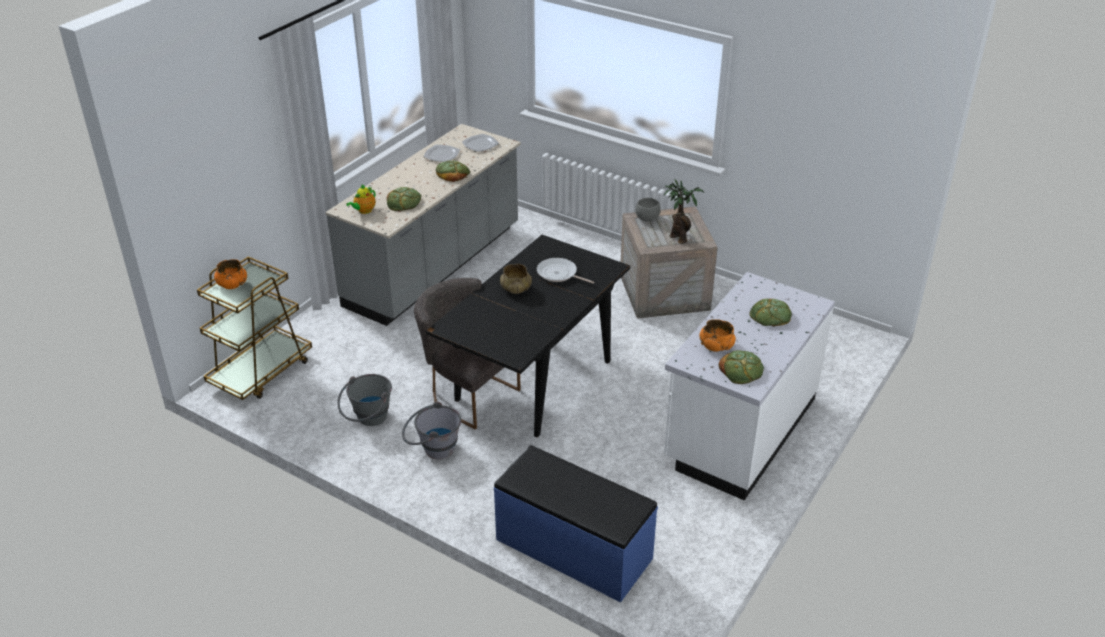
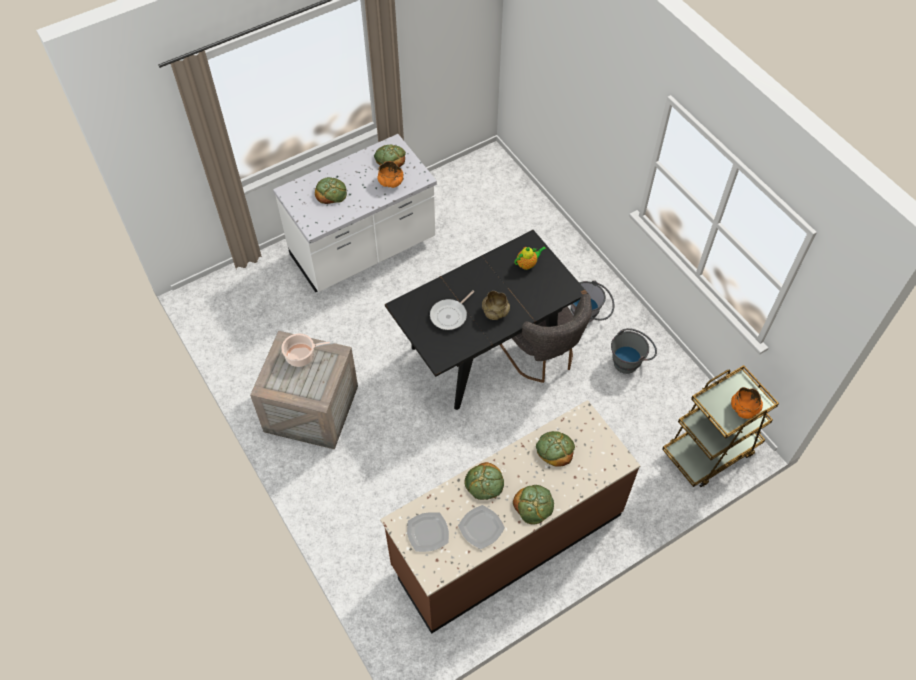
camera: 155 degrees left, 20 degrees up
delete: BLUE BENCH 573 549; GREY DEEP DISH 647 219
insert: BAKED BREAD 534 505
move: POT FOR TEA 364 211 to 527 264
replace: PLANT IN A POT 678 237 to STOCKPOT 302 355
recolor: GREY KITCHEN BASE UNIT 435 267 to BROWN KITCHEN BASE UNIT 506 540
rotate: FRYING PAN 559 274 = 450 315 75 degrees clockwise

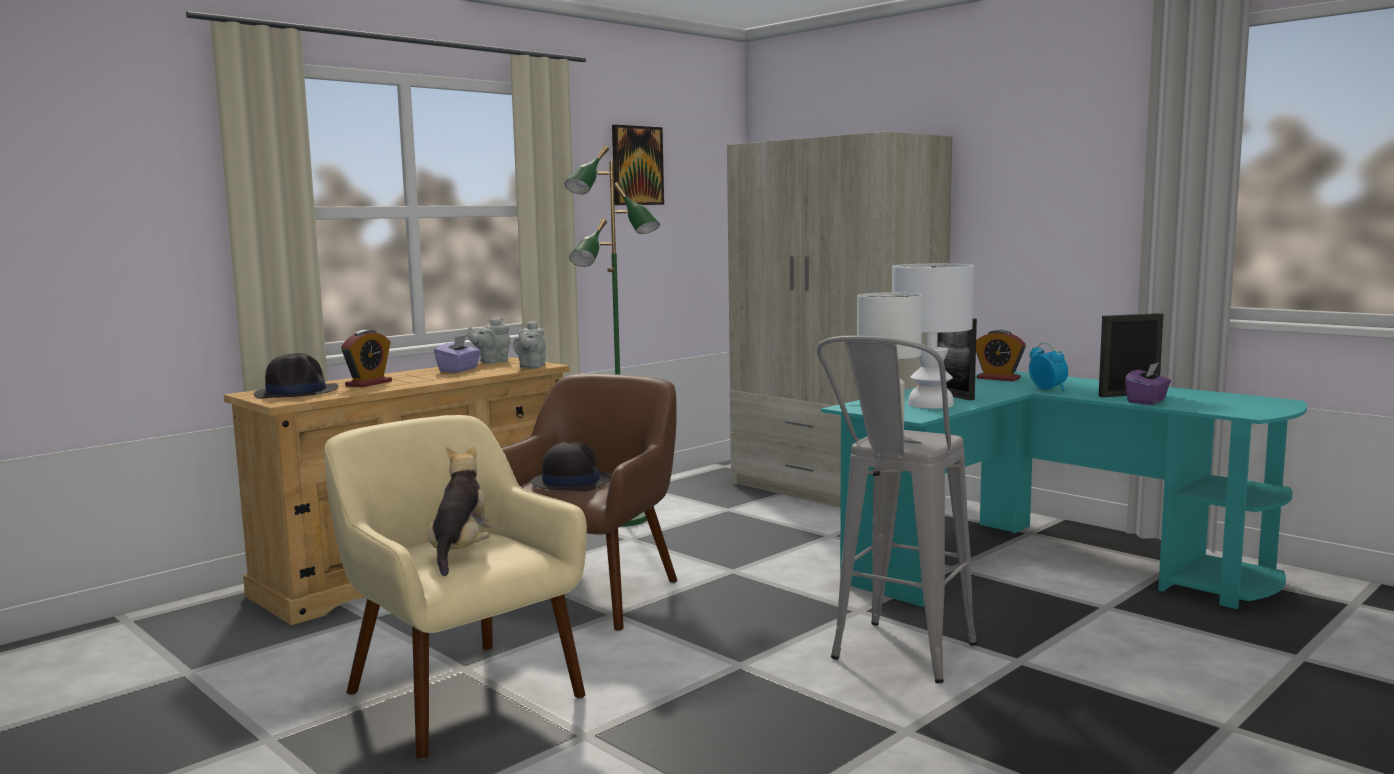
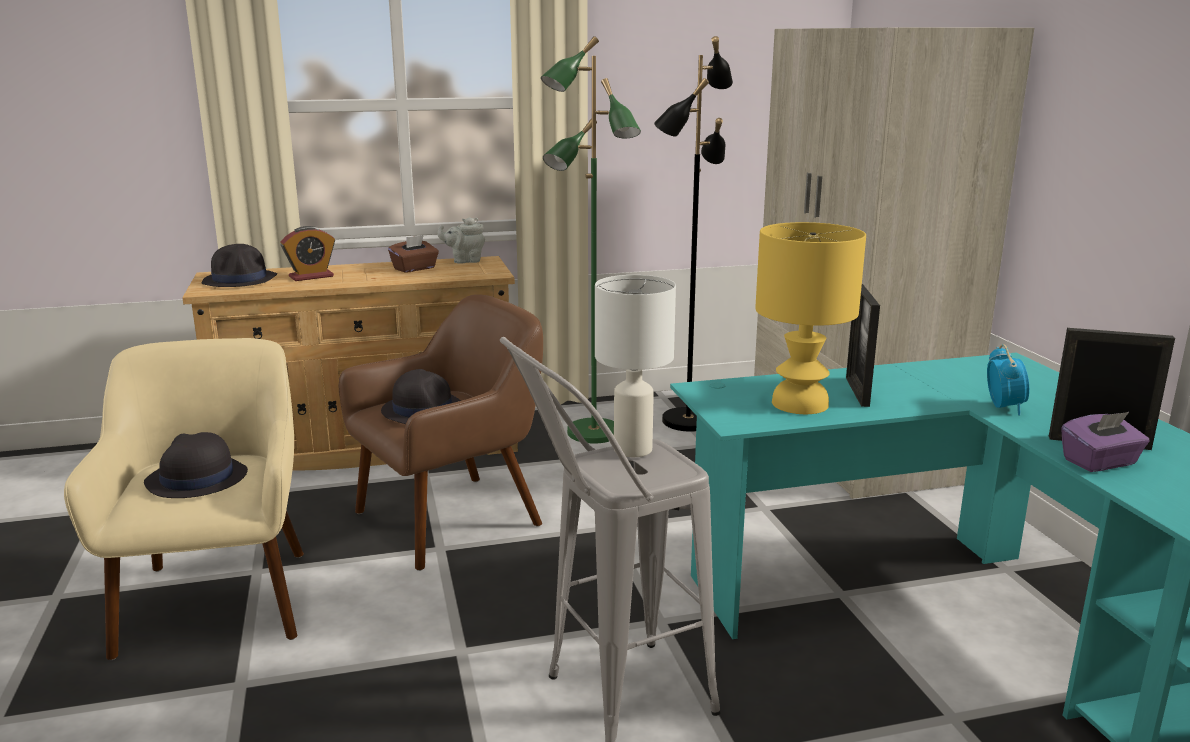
camera: 30 degrees right, 10 degrees up
delete: GREY POT FOR TEA 531 367; WALL PICTURE 637 165; TABLE CLOCK 998 378
insert: BLACK STANDING LAMP 687 420
replace: CUDDLY TOY 461 552 to BLACK CLOTHING HAT 196 479
recolor: PURPLE-COLOURED TISSUE BOX 459 370 to BROWN TISSUE BOX 415 268; WHITE-COLOURED TABLE LAMP 929 404 to YELLOW-COLOURED TABLE LAMP 798 403

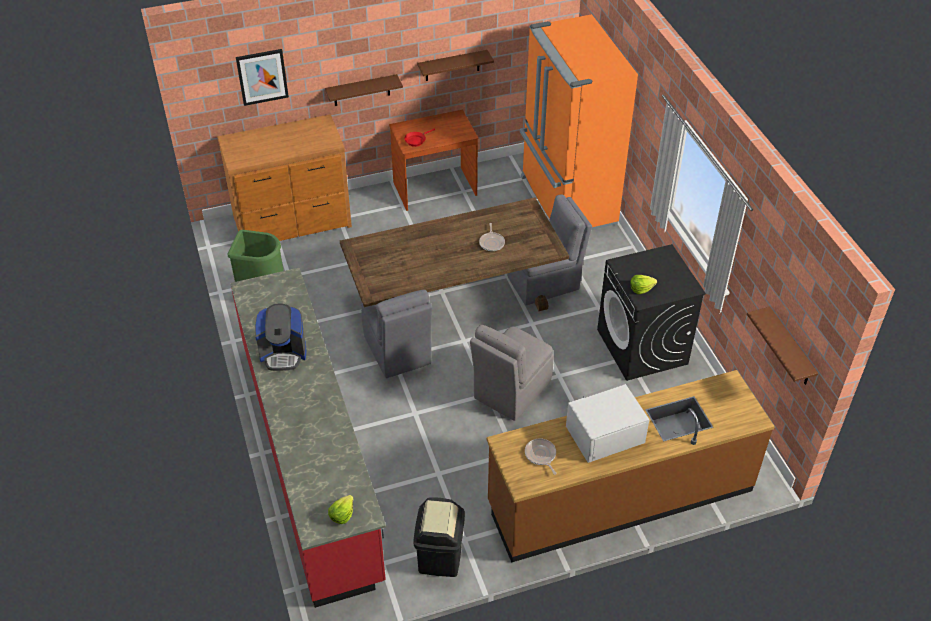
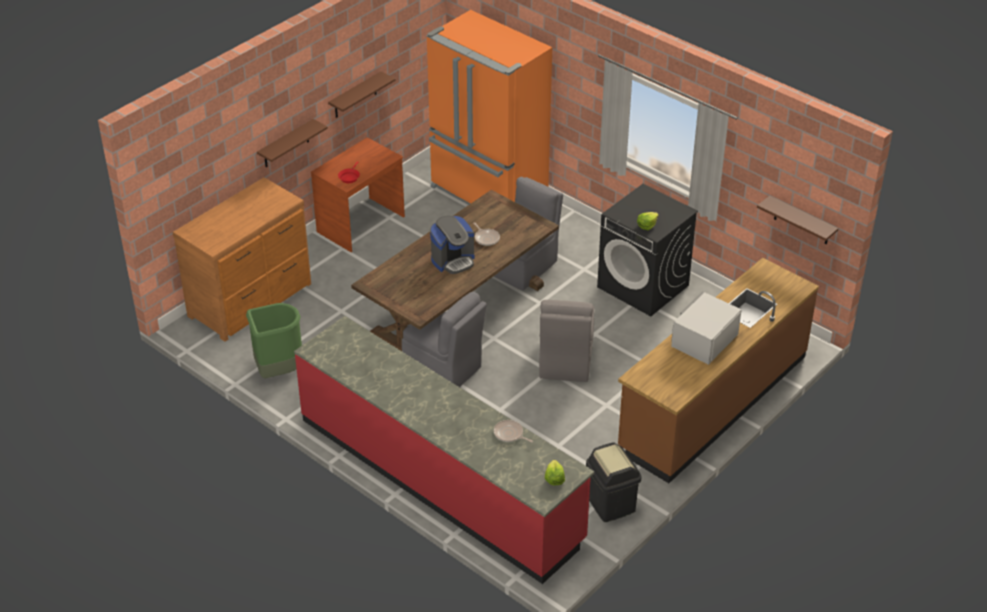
camera: 30 degrees left, 5 degrees down
delete: WALL PICTURE 262 76
move: COFFEE MAKER 283 353 to 453 260; FRYING PAN 541 455 to 509 434

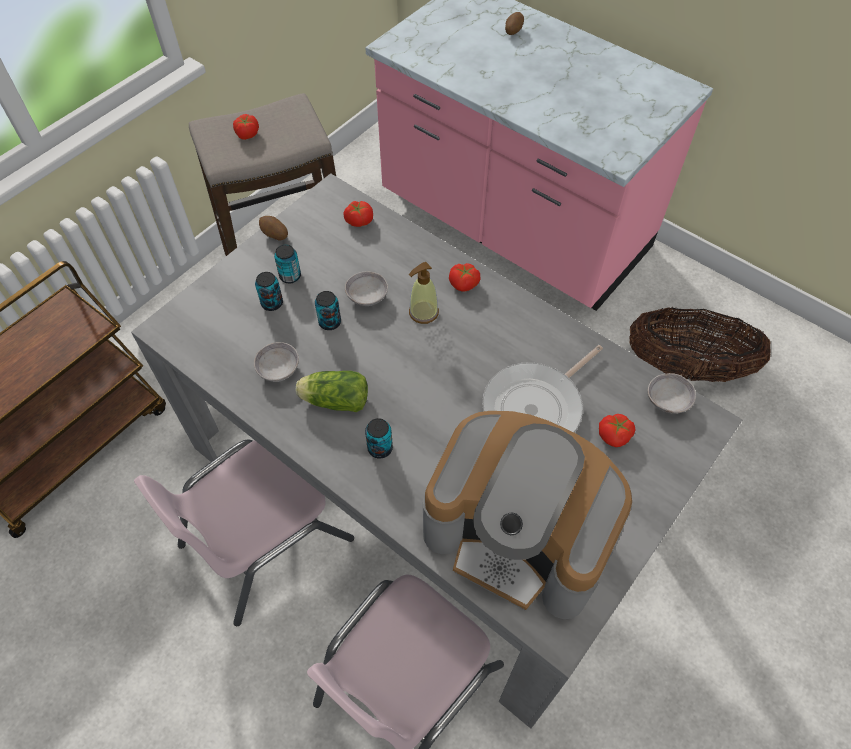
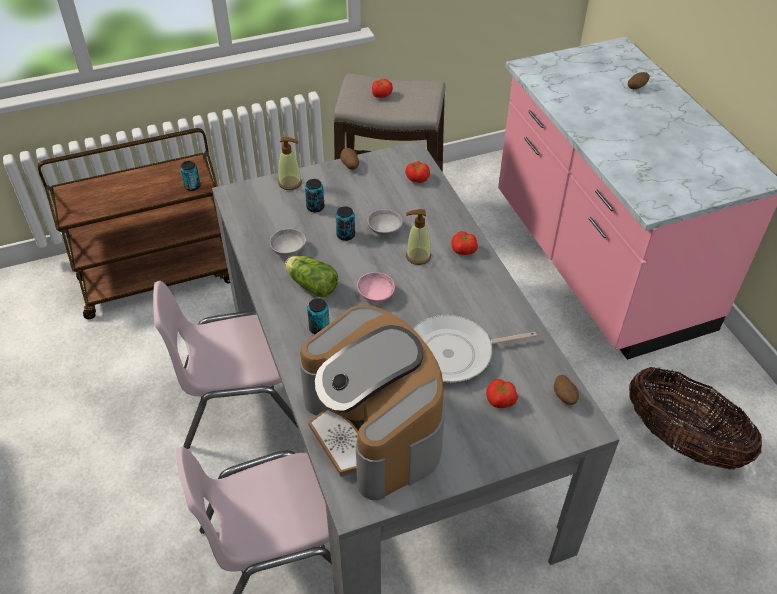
camera: 30 degrees right, 10 degrees down
insert: LIQUID SOAP BOTTLE 290 183; PINKISH DEEP DISH 376 295
move: METAL CAN 290 276 to 192 186
replace: GREY DEEP DISH 667 401 to SPUD 564 397

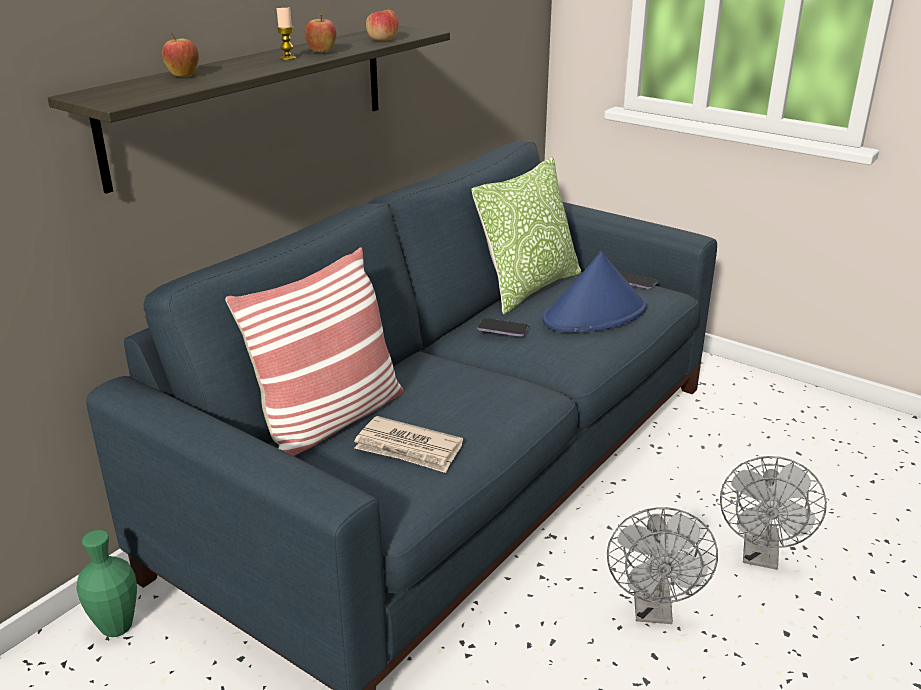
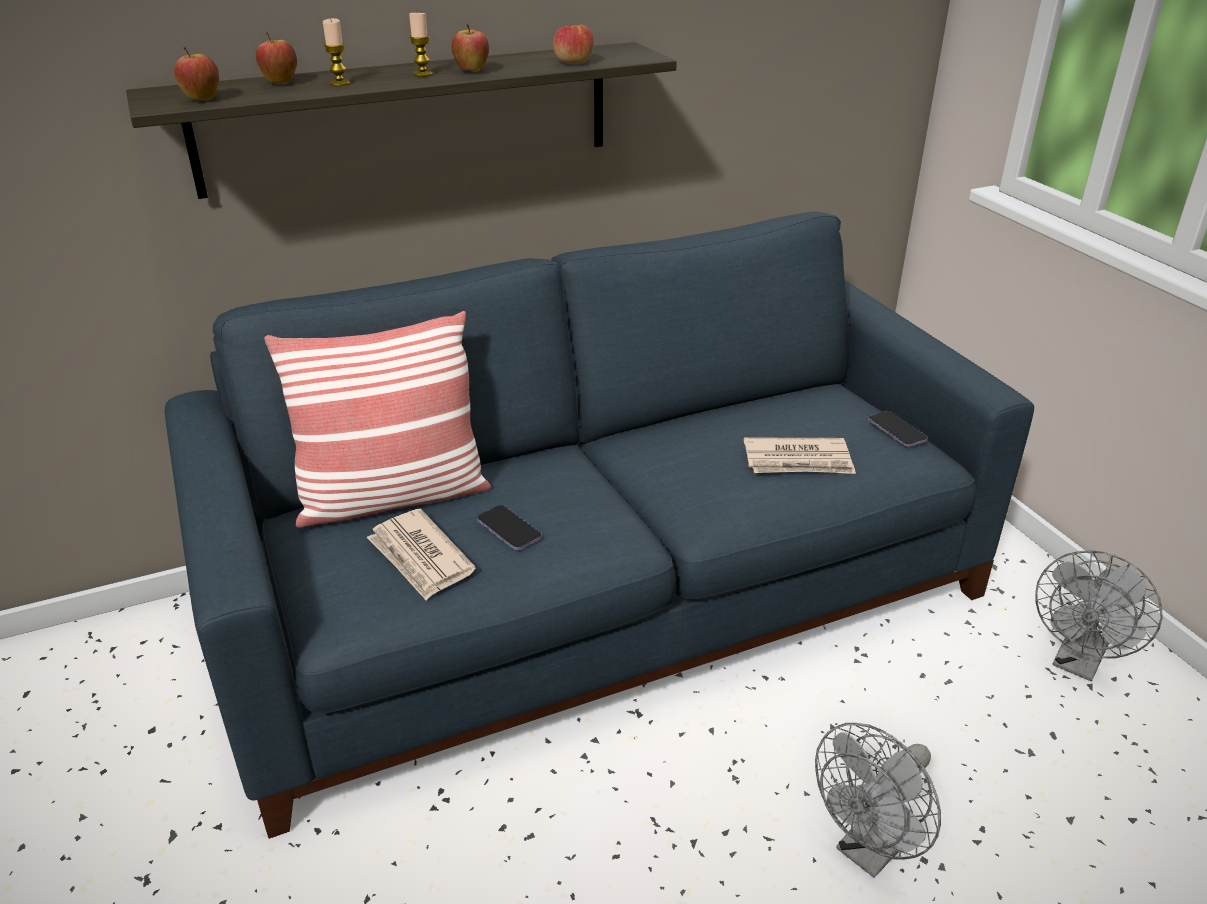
camera: 30 degrees right, 5 degrees up
delete: GREEN VASE 117 627; CUSHION 528 287
insert: WHOLE APPLE 202 99; WAX CANDLE 339 83
move: TELEPHONE 503 329 to 509 530; GREY FAN 653 610 to 1078 663
replace: BLUE CLOTHING HAT 595 314 to NEWSPAPER 798 461

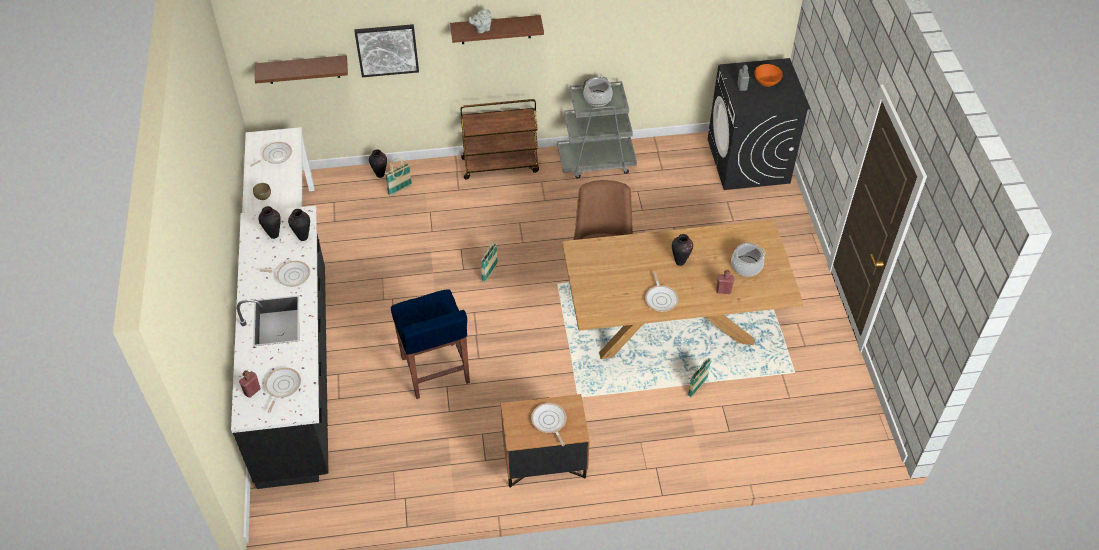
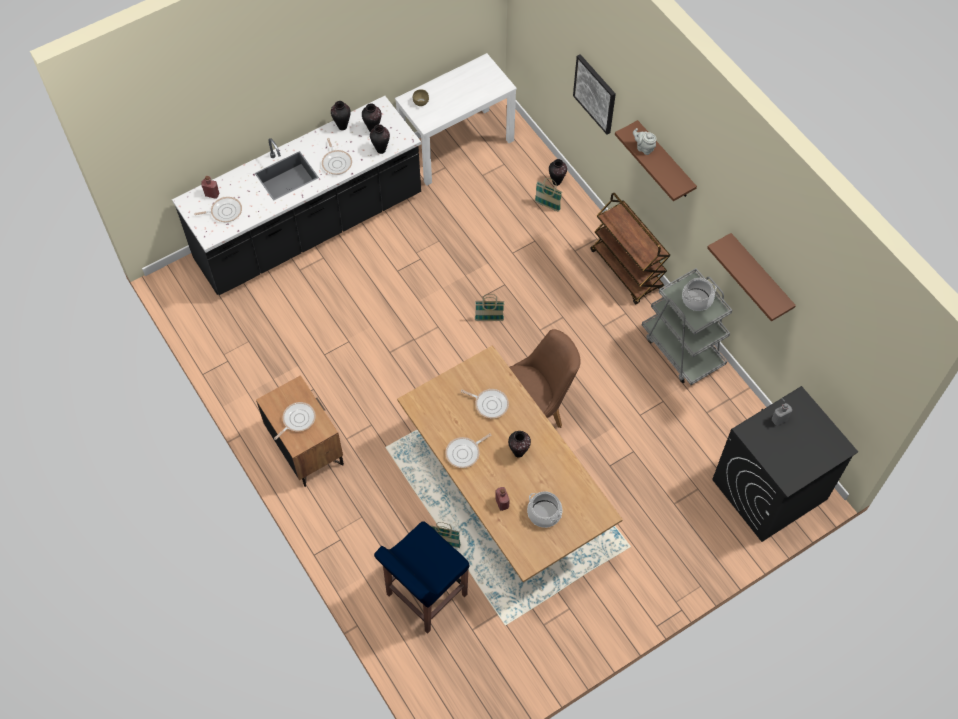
camera: 65 degrees right, 10 degrees up
delete: ORANGEY DEEP DISH 767 81
insert: VASE 342 127
move: BLUE SITTING STOOL 435 371 to 425 595; FRYING PAN 275 155 to 489 404; BROWN BRACKET SHELF 303 69 to 760 276

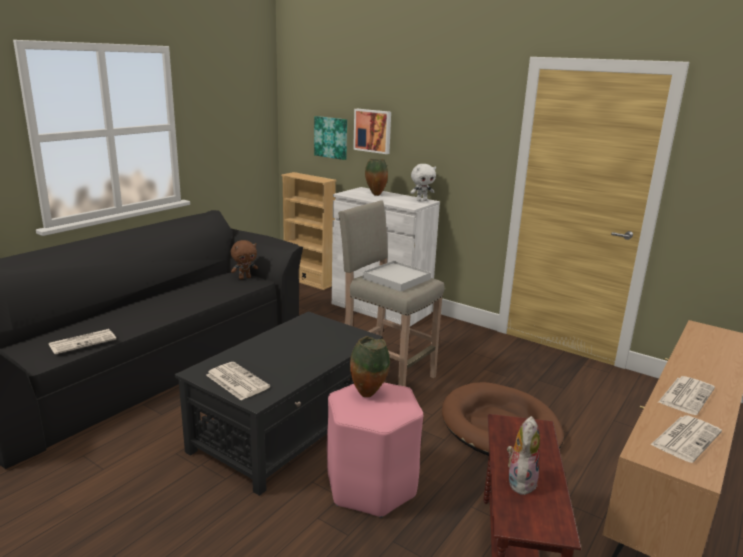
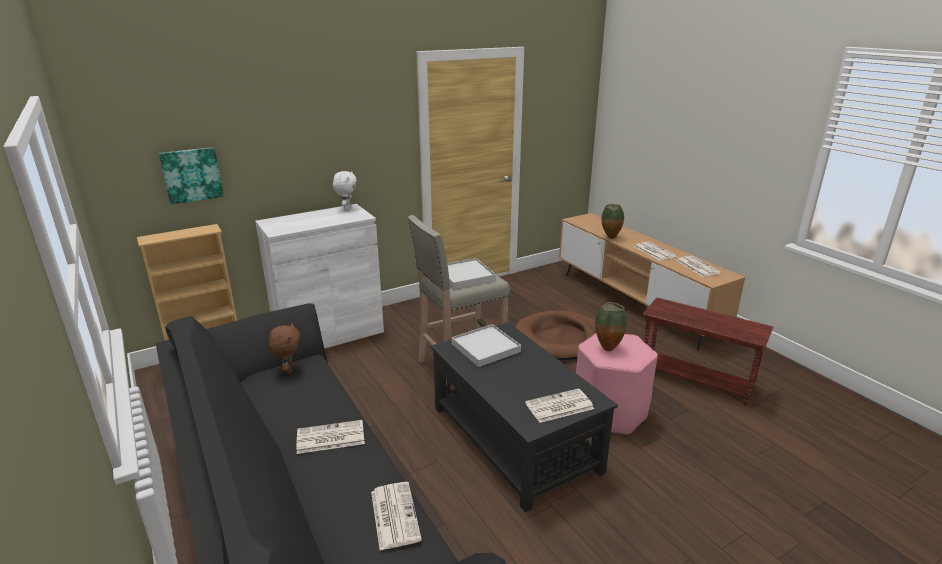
camera: 65 degrees left, 5 degrees up
delete: WALL PICTURE 373 131; CUDDLY TOY 520 481
insert: NEWSPAPER 329 438; WHITE-COLOURED CARRYING TRAY 485 347
move: VASE 375 195 to 610 238

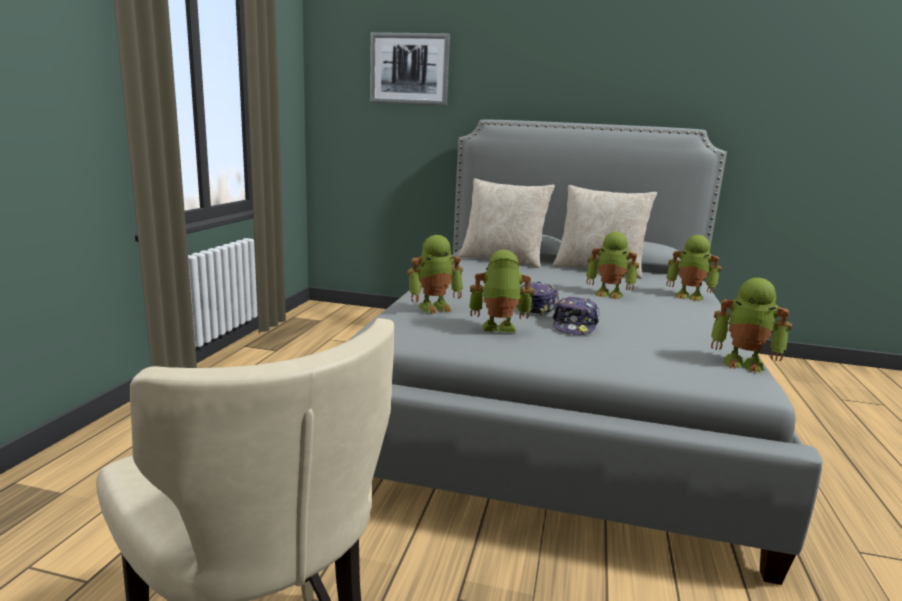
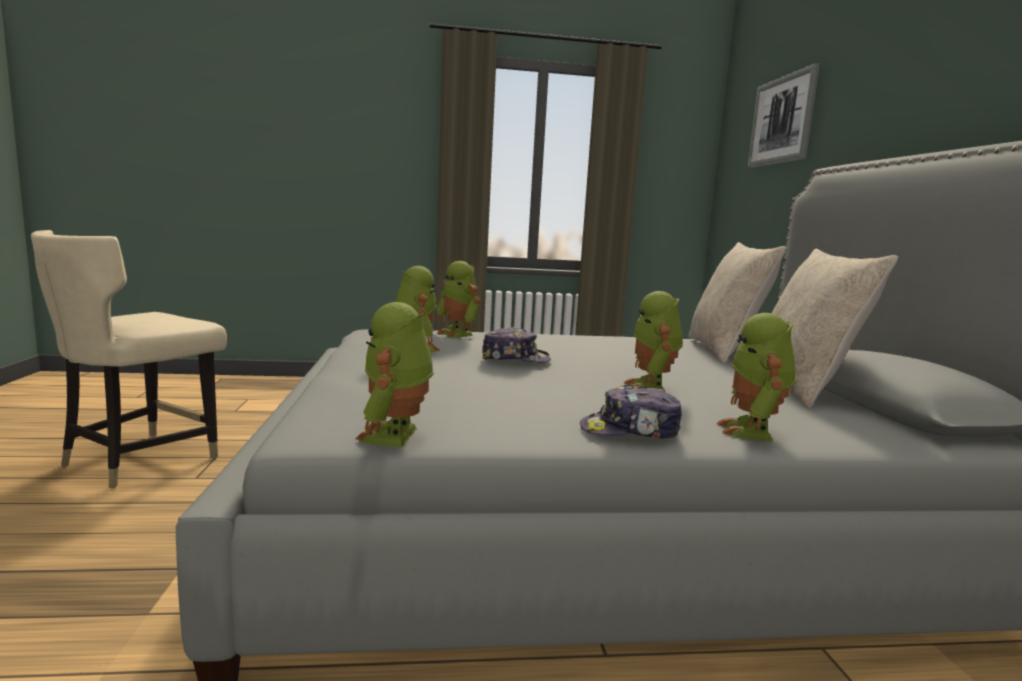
camera: 70 degrees right, 5 degrees down
move: BASEBALL CAP 575 326 to 630 431

